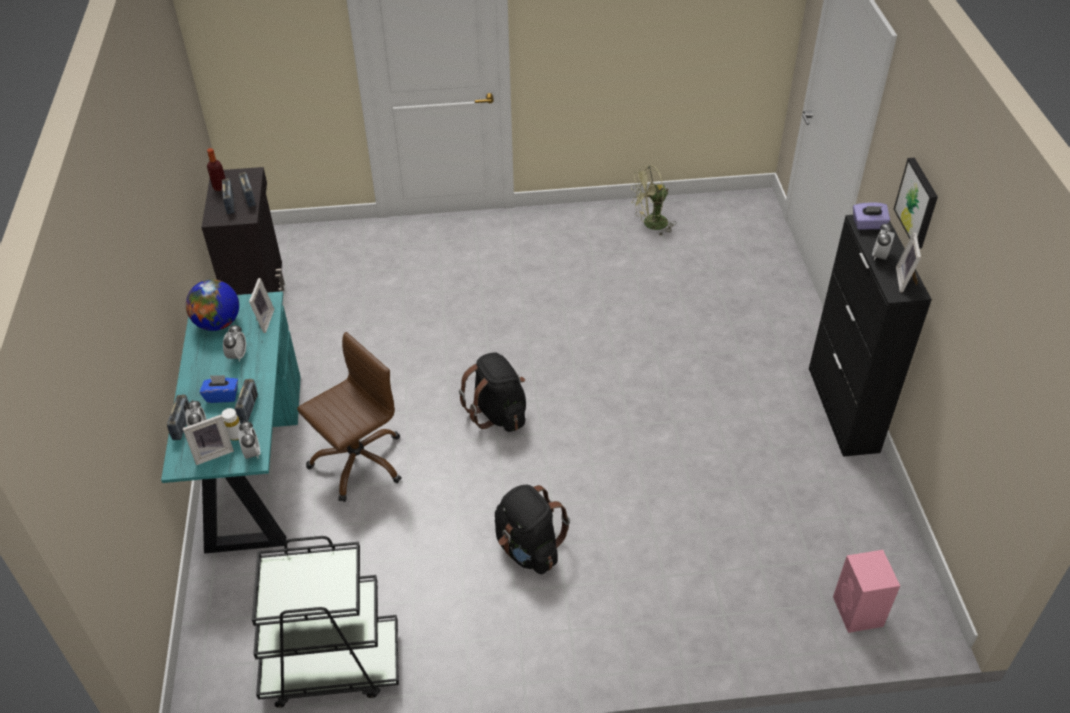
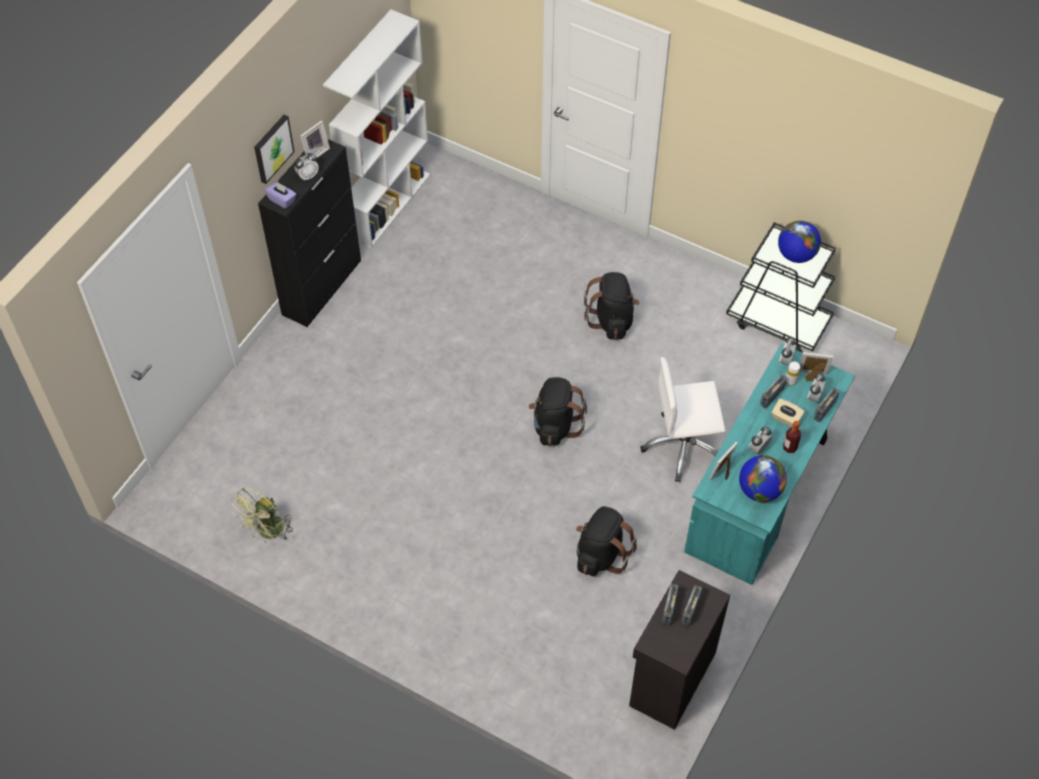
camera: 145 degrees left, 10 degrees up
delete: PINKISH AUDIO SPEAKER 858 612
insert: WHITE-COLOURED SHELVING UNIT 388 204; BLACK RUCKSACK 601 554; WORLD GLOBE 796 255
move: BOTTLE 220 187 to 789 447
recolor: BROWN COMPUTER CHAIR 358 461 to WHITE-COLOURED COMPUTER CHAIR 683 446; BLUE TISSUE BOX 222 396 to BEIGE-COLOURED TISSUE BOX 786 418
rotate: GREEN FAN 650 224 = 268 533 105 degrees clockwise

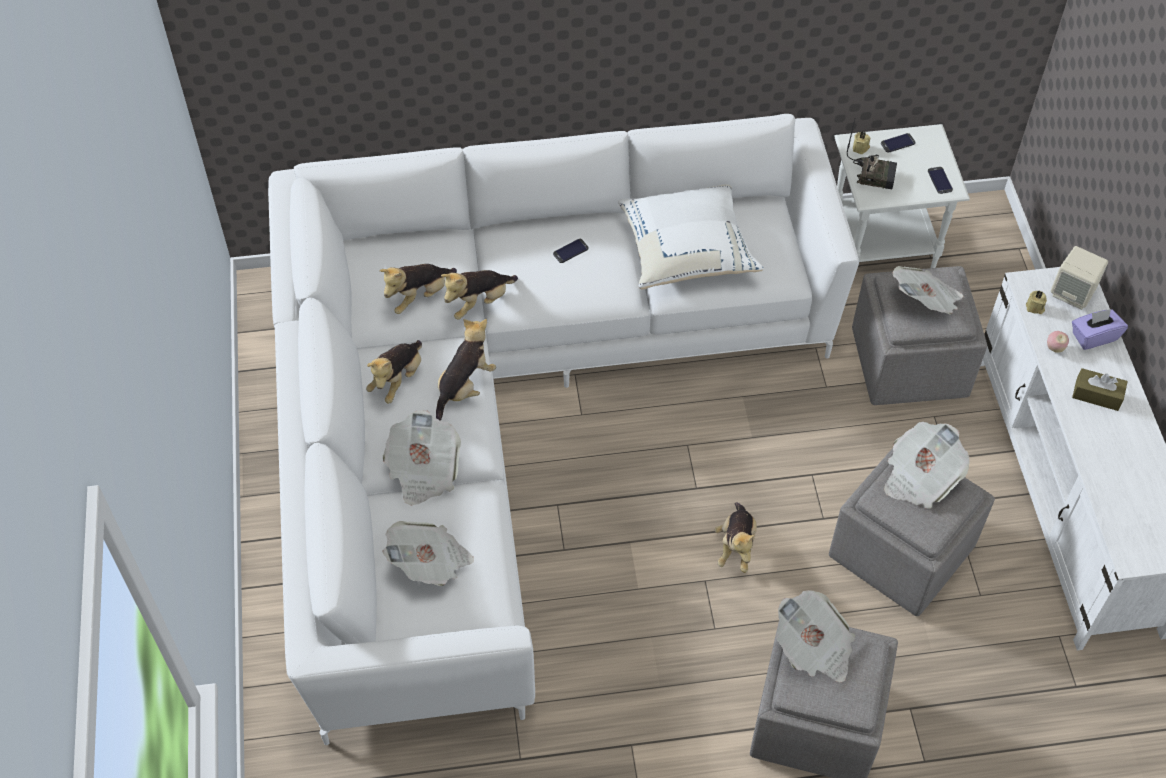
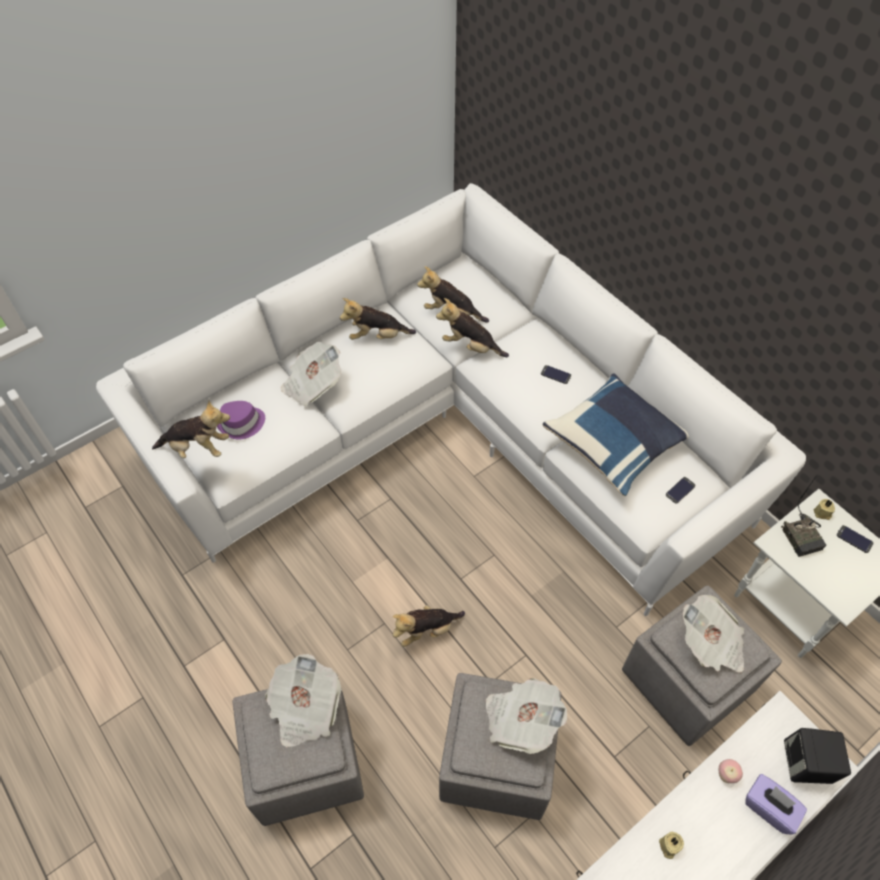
camera: 60 degrees right, 0 degrees up
delete: BROWN TISSUE BOX 1097 395
move: CUDDLY TOY 465 387 to 197 448; BEIGE-COLOURED WAX CANDLE 1035 308 to 668 846; TELEPHONE 940 180 to 680 490
replace: NEWSPAPER 430 563 to PURPLE-COLOURED CLOTHING HAT 241 423
recolor: WHITE-COLOURED CUSHION 686 251 to BLUE CUSHION 614 444; BEIGE-COLOURED AUDIO SPEAKER 1073 293 to BLACK AUDIO SPEAKER 806 765

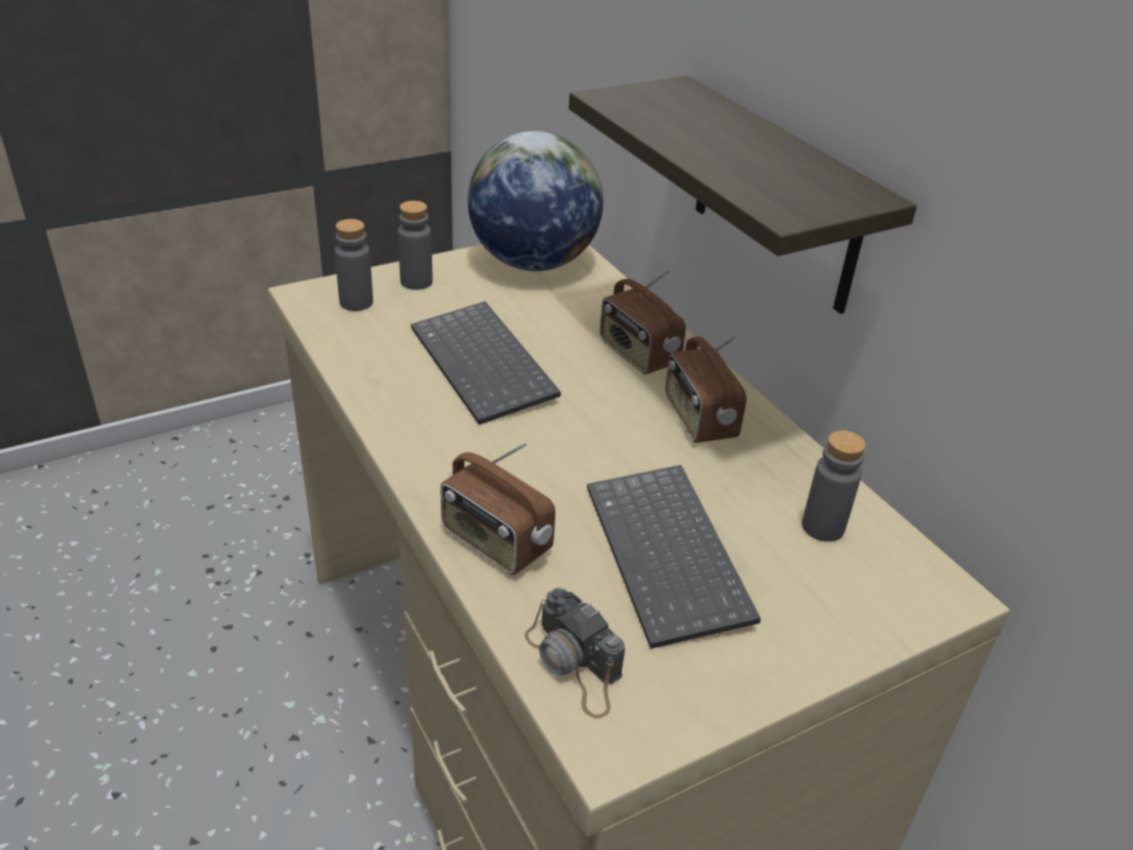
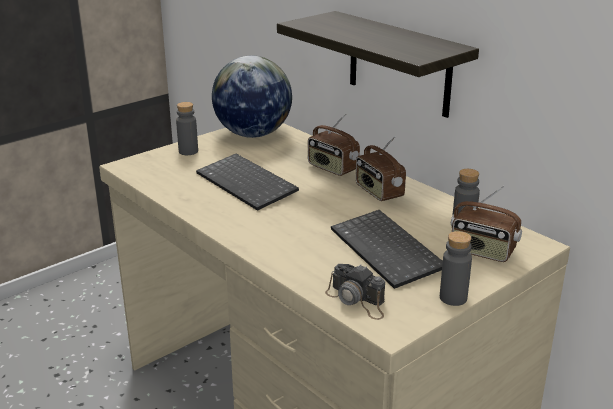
camera: 10 degrees left, 10 degrees down
move: GREY BOTTLE 356 302 to 453 298; RADIO 495 543 to 482 252

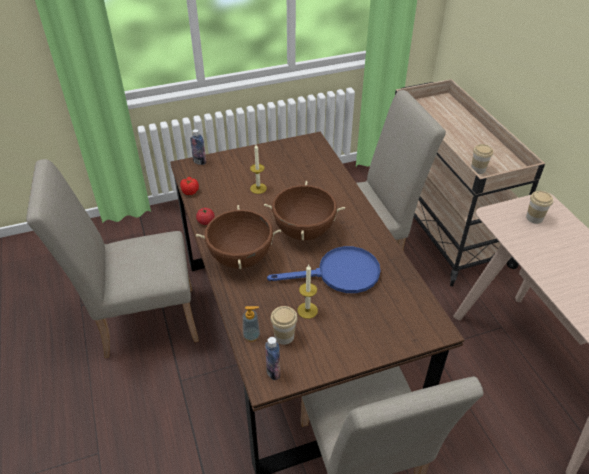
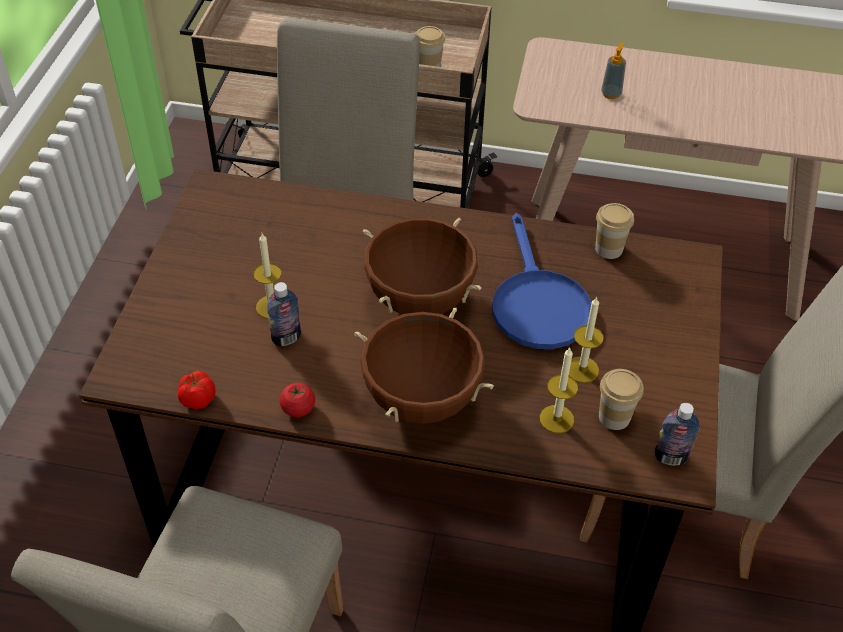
camera: 60 degrees left, 5 degrees up
insert: WAX CANDLE 556 419
move: BOTTLE 199 162 to 286 338; SMALL CUP 534 218 to 609 249; LIQUID SOAP BOTTLE 251 336 to 611 94
rotate: BLUE FRYING PAN 339 274 = 537 303 150 degrees clockwise

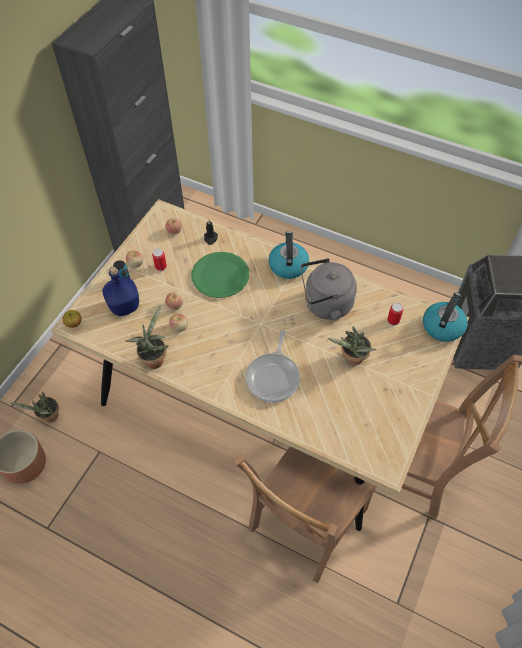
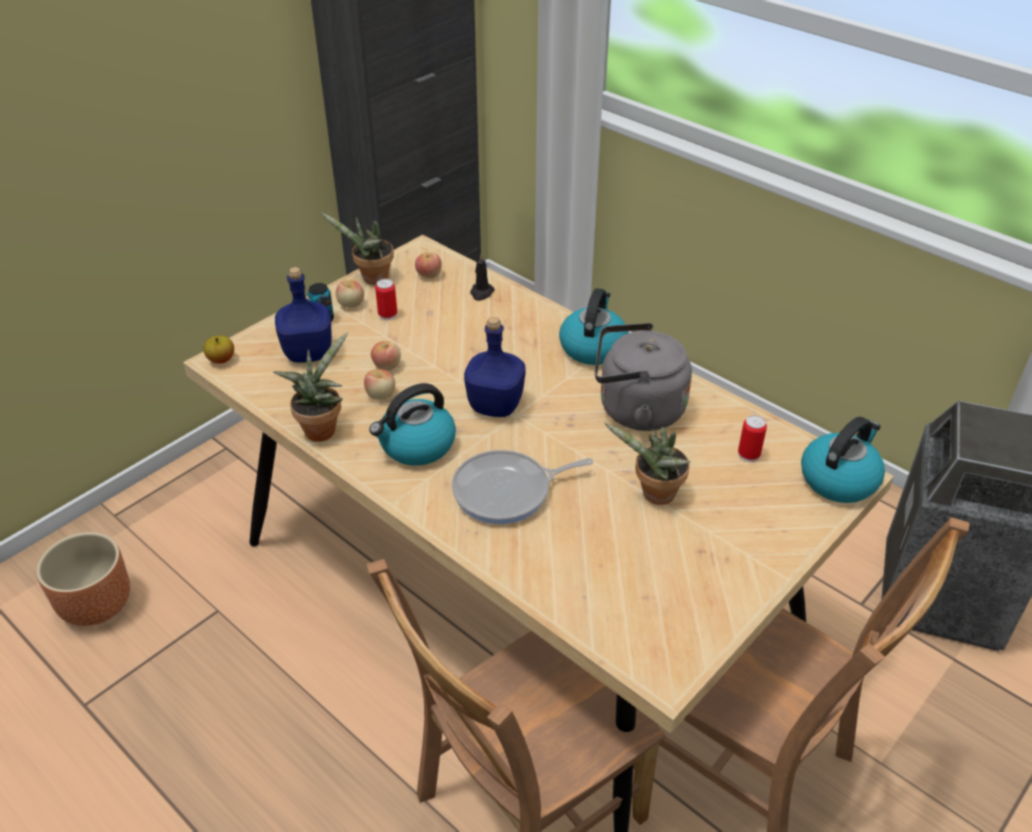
camera: 15 degrees right, 15 degrees down
delete: GREEN PLATE 220 276
insert: KETTLE 416 446; BLUE BOTTLE 495 405
move: PLANT IN A POT 49 417 to 371 279
rotate: FRYING PAN 274 376 = 507 492 45 degrees clockwise

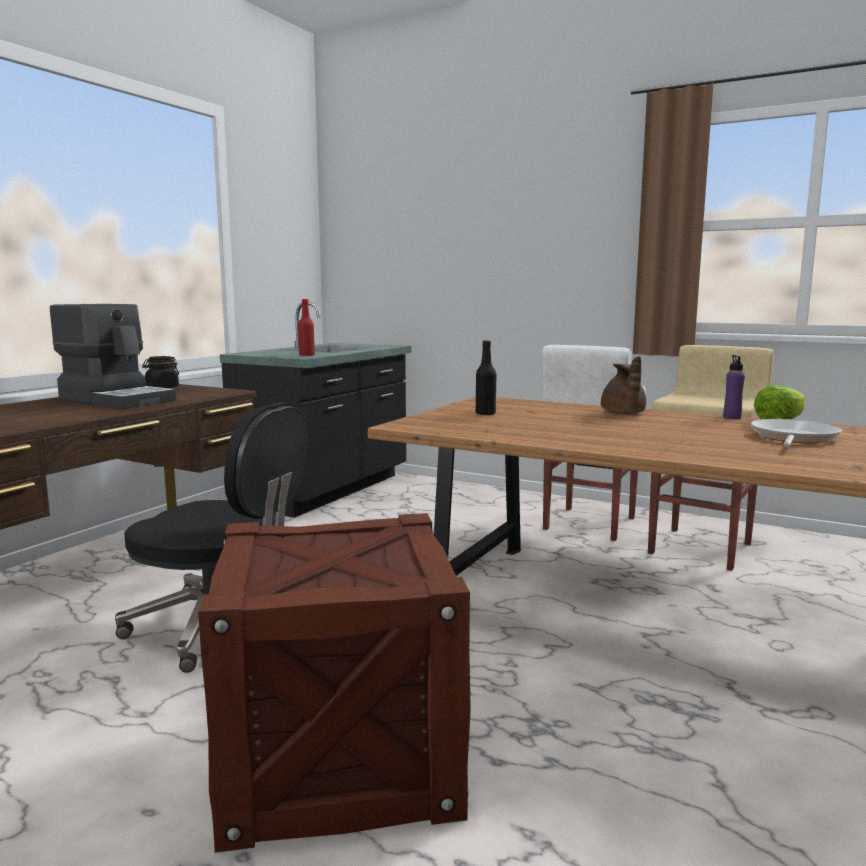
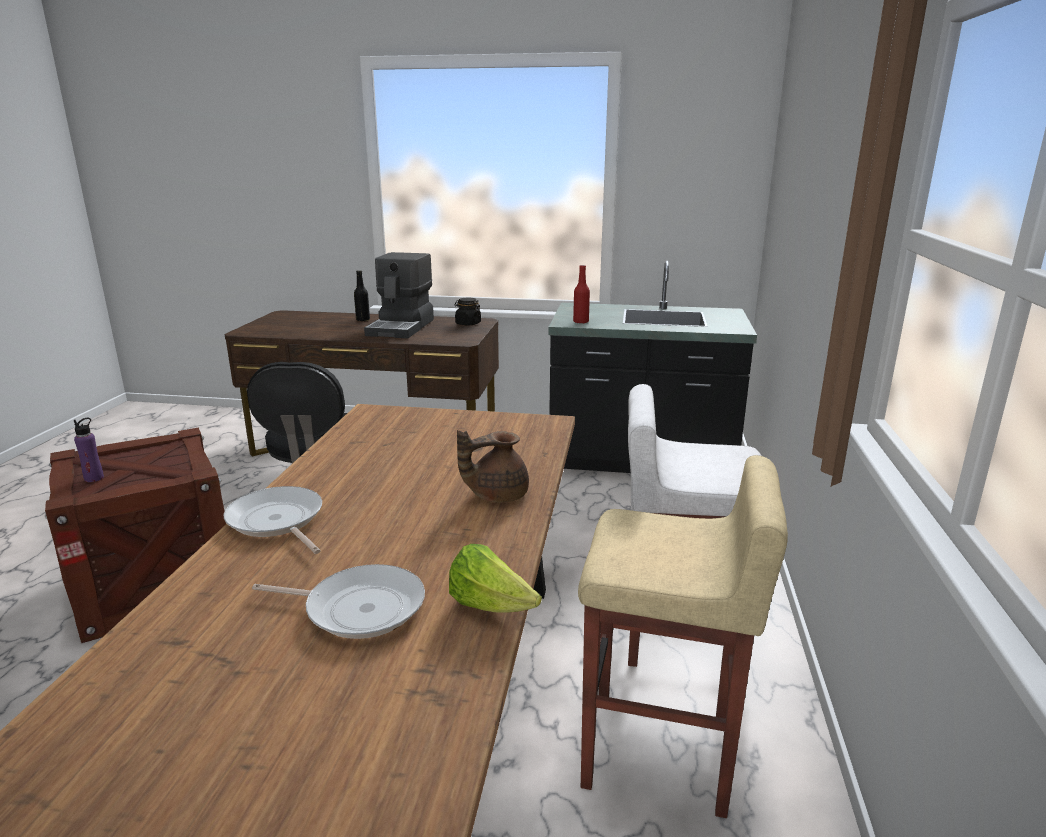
camera: 70 degrees right, 10 degrees up
insert: FRYING PAN 277 521
move: PURPLE-COLOURED BOTTLE 732 417 to 94 478; BLACK BOTTLE 485 414 to 363 320

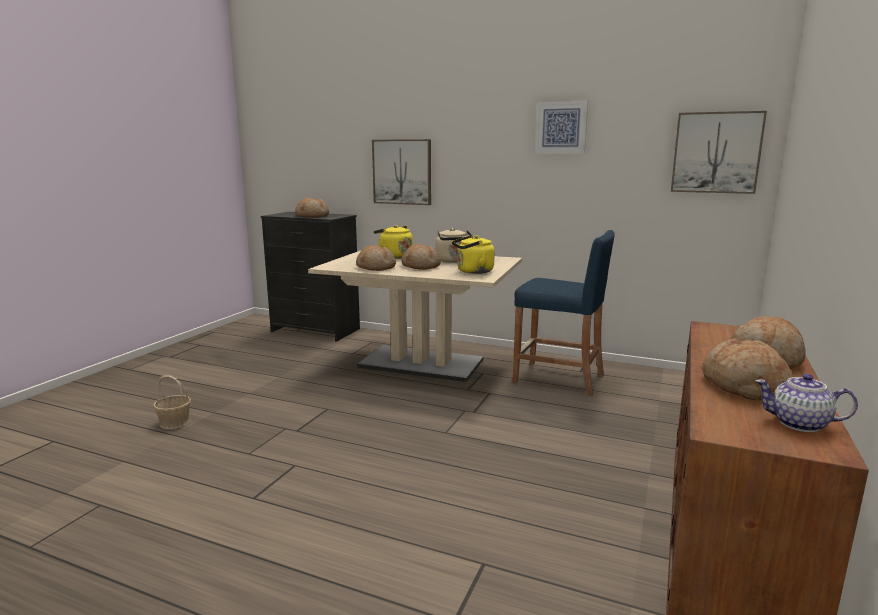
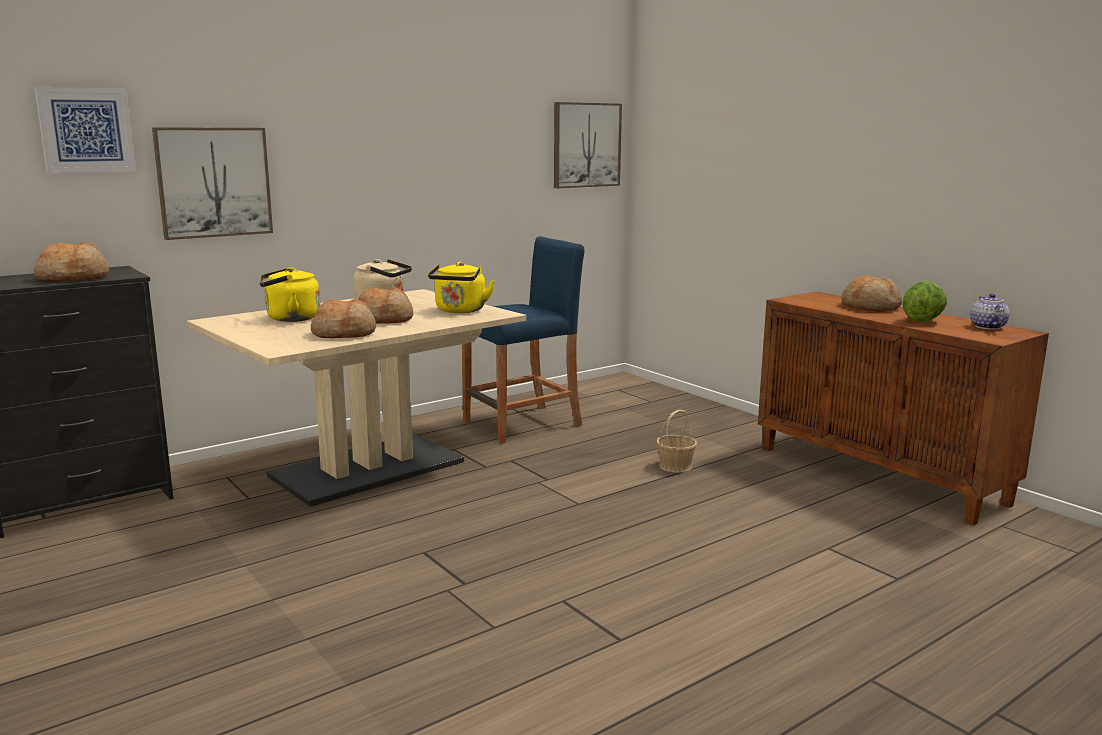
camera: 60 degrees left, 0 degrees up
move: WALL PICTURE 561 127 to 86 130; HOUSEHOLD BASKET 175 422 to 675 466
replace: BAKED BREAD 744 386 to HEAD OF LETTUCE 922 321
rotate: POT FOR TEA 800 424 = 987 327 135 degrees clockwise

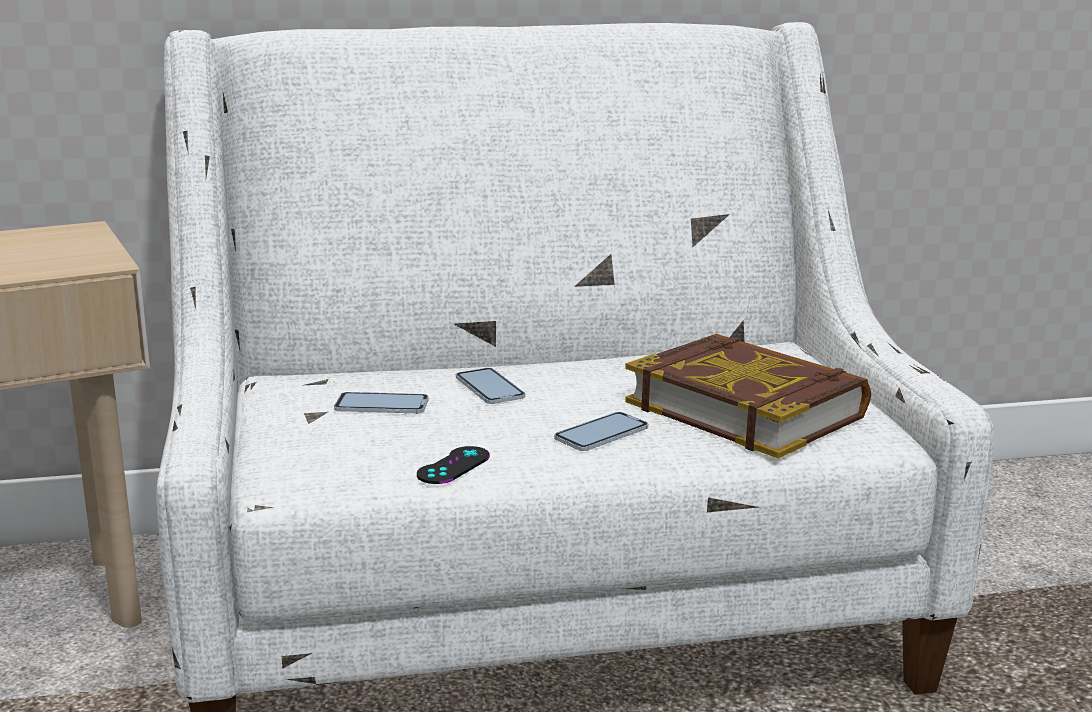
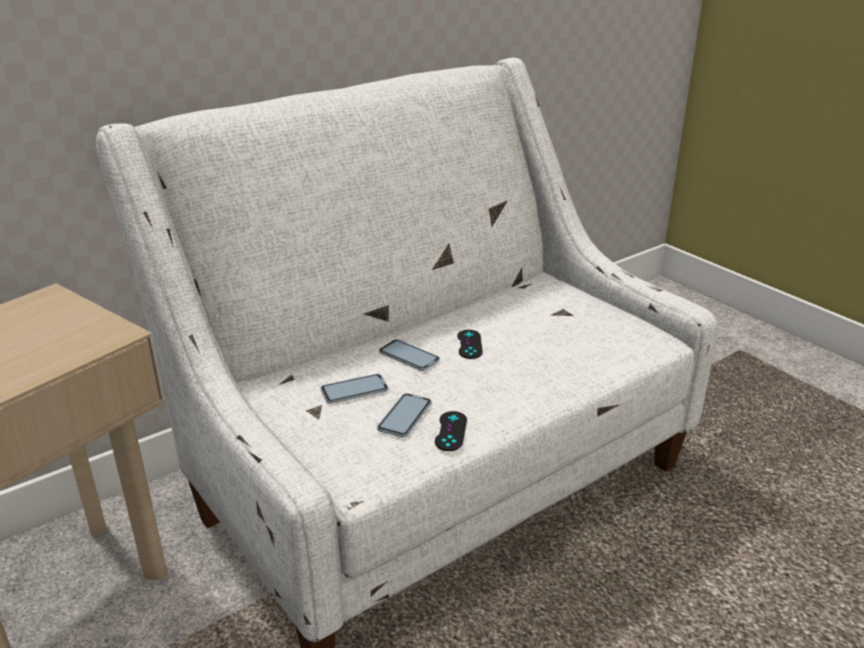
camera: 25 degrees left, 10 degrees up
delete: VOLUME 746 409
insert: BLACK JOYPAD 469 344
move: TELEPHONE 601 434 to 405 416

